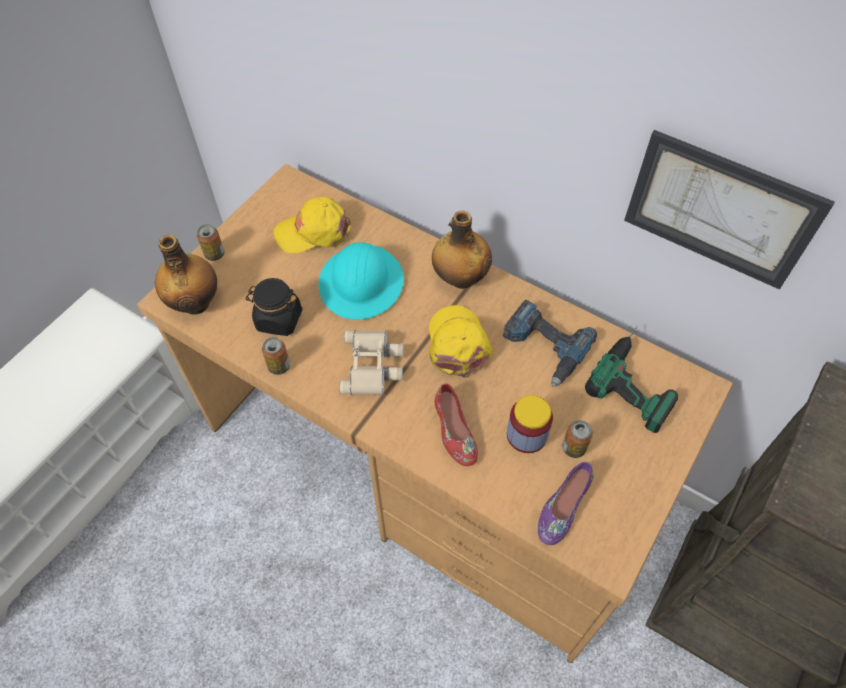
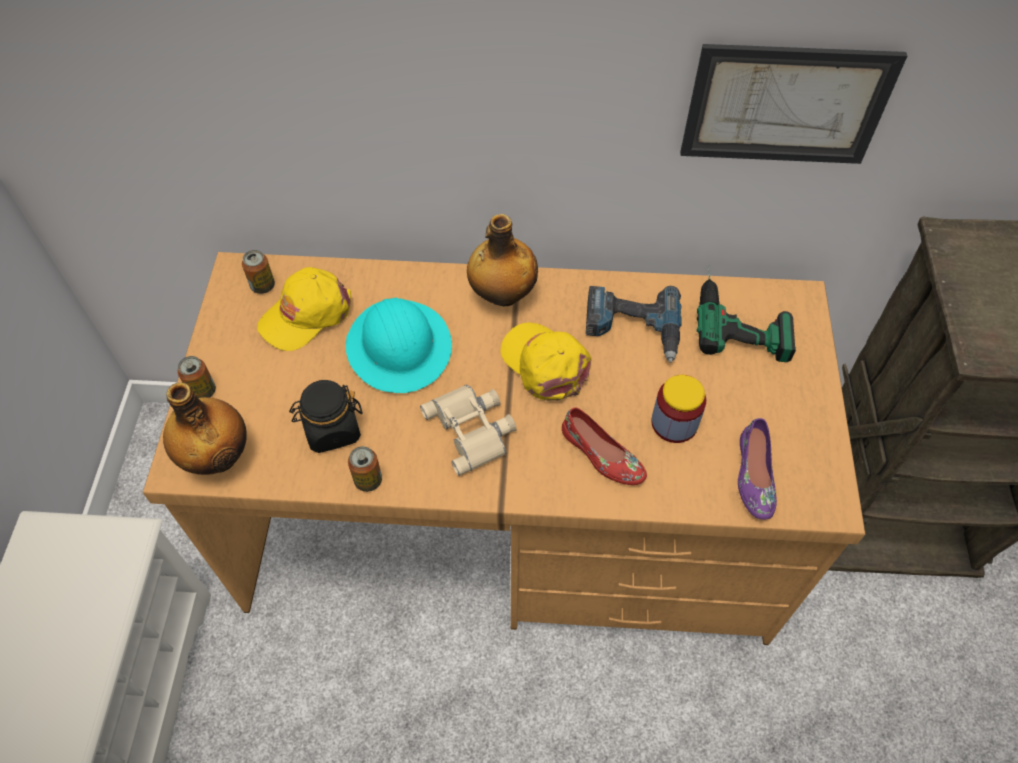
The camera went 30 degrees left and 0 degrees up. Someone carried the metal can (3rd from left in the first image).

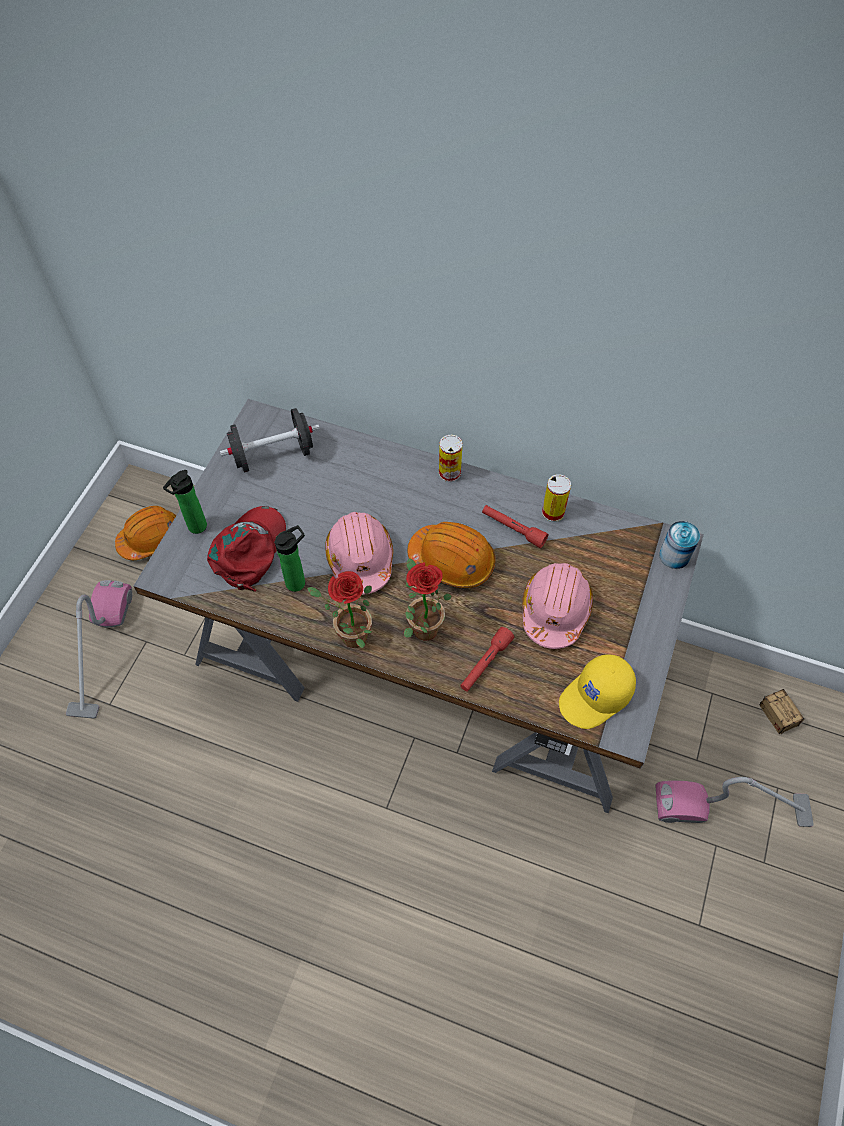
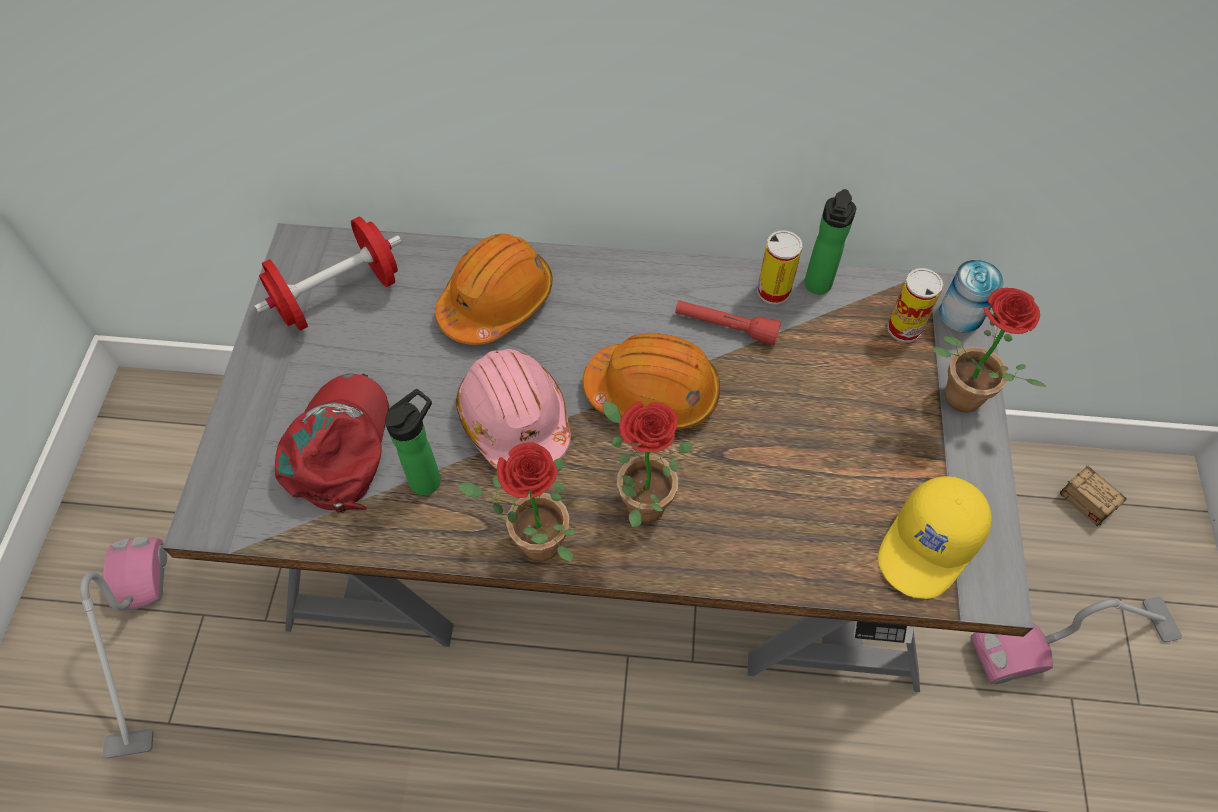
The camera went 15 degrees left and 0 degrees up. Someone repainted the black hand weight, which became the reddish hand weight. Someone carried the orangey hard hat (1st from left). Someone carried the bottle (1st from left in the first image). Someone carried the metal can (1st from left in the first image). Someone put down the potted plant (3rd from left). Someone took away the reddish flashlight (1st from left). Someone took away the pinkish hard hat (2nd from left).

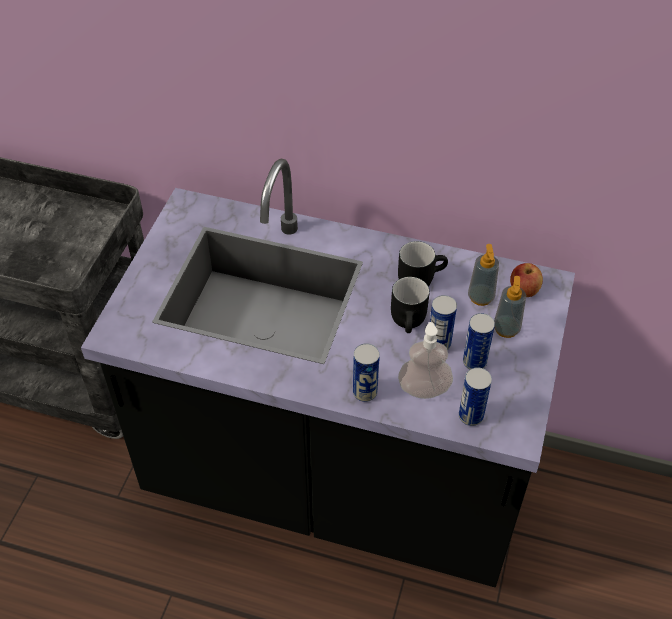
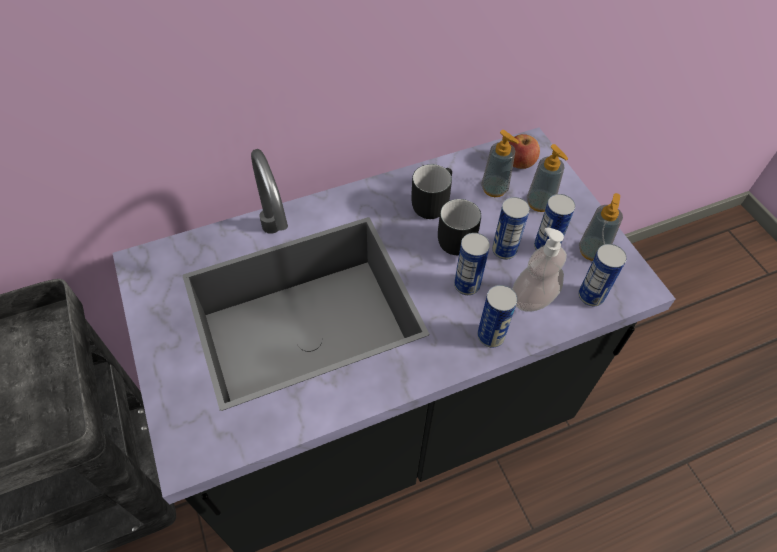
The camera went 40 degrees left and 5 degrees up. Someone put down the metal can (1st from left). Someone put down the soap bottle (4th from left).

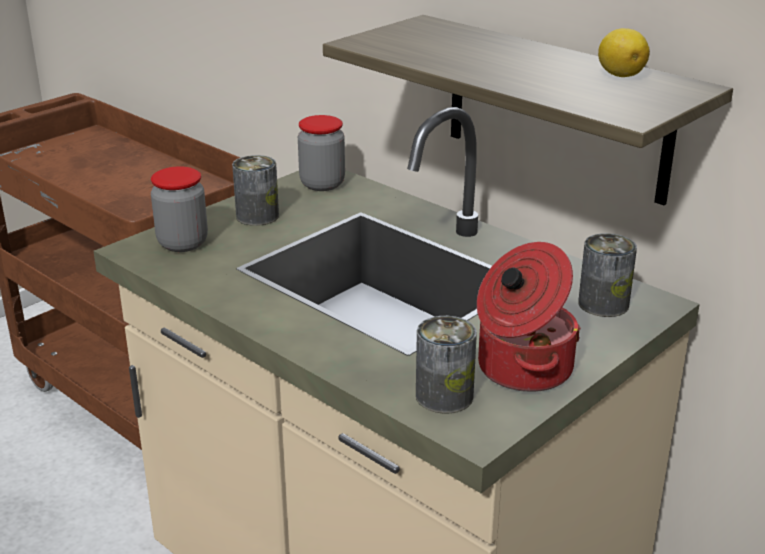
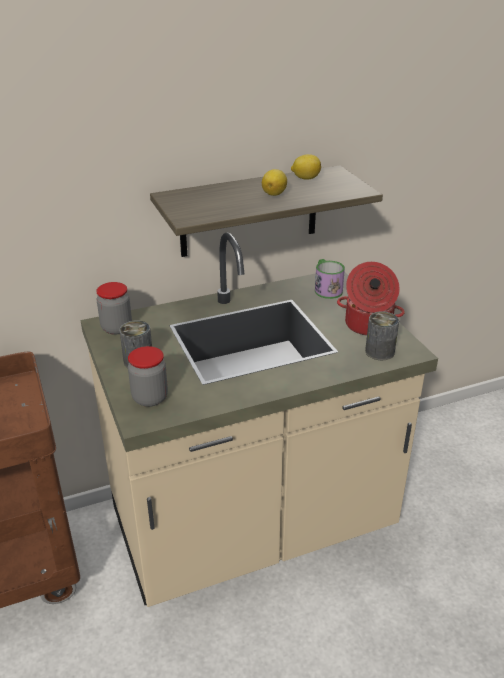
The camera went 65 degrees left and 5 degrees up. Someone put down the whole lemon (1st from left). Someone swapped the metal can (3rd from left) for the coffee mug.

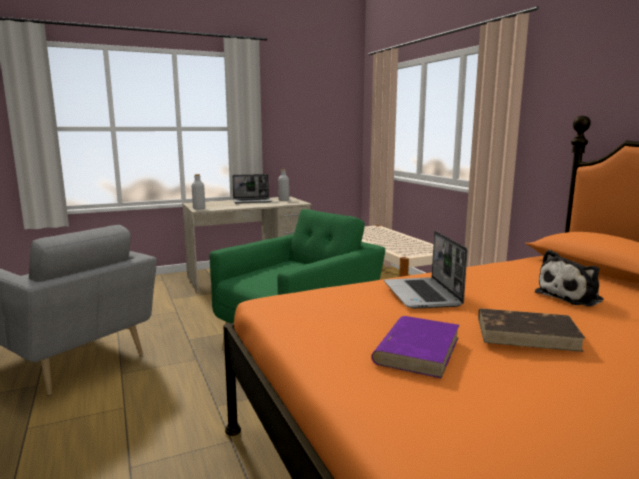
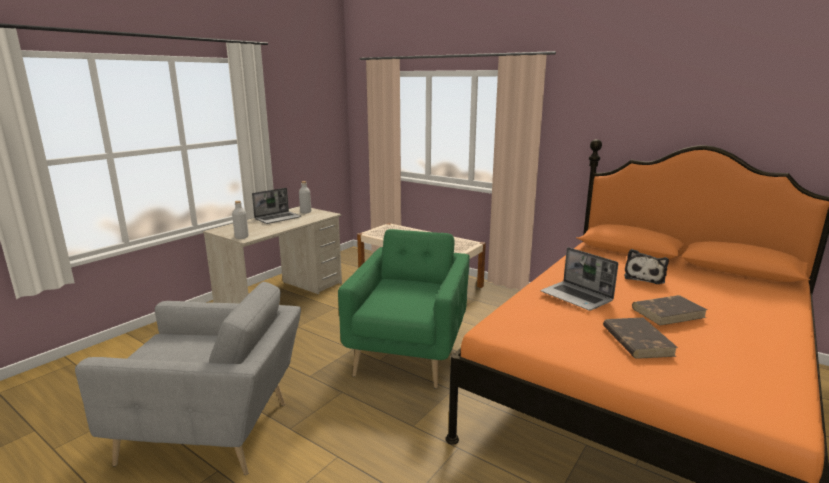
The camera went 30 degrees left and 5 degrees up. Someone repainted the purplish bound book, which became the brownish bound book (1st from left).

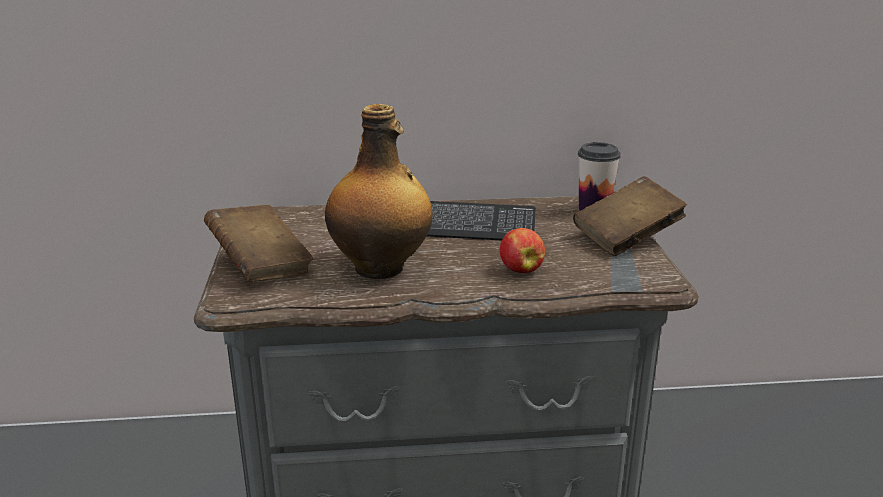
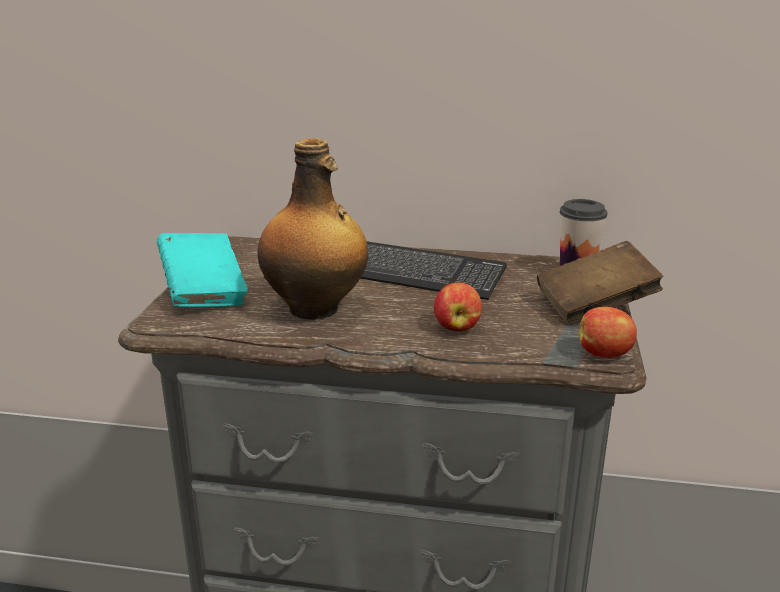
The camera went 15 degrees right and 0 degrees up. Someone repainted the brownish bound book (1st from left), which became the turquoise-coloured bound book. Someone put down the apple fruit (2nd from left).

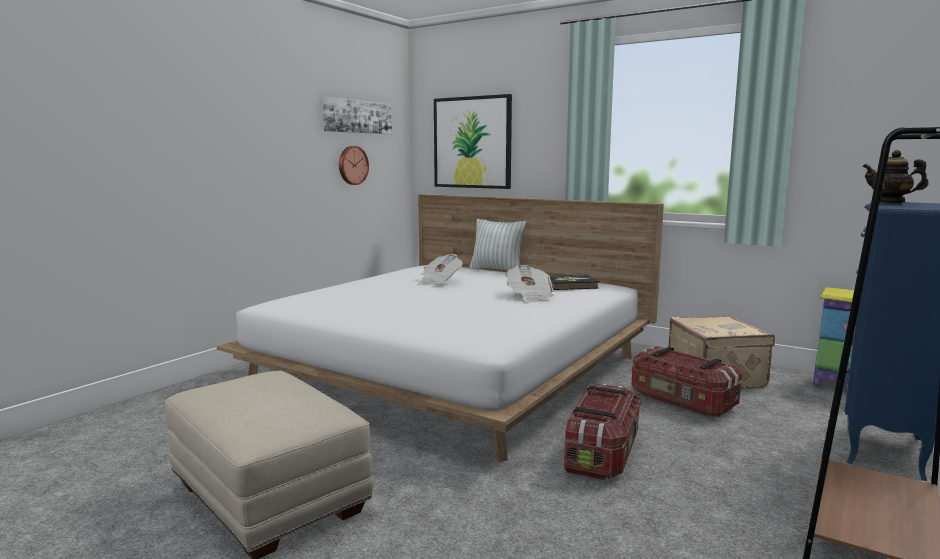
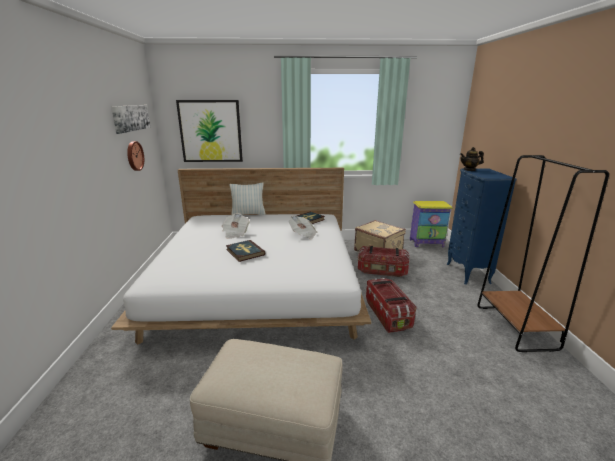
The camera went 35 degrees left and 10 degrees up. Someone put down the bound book (1st from left).

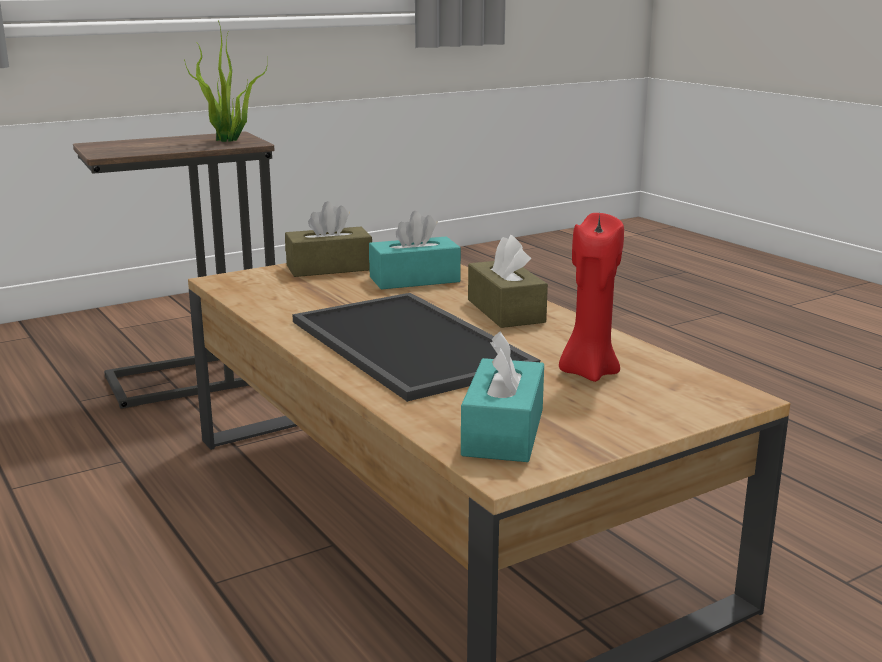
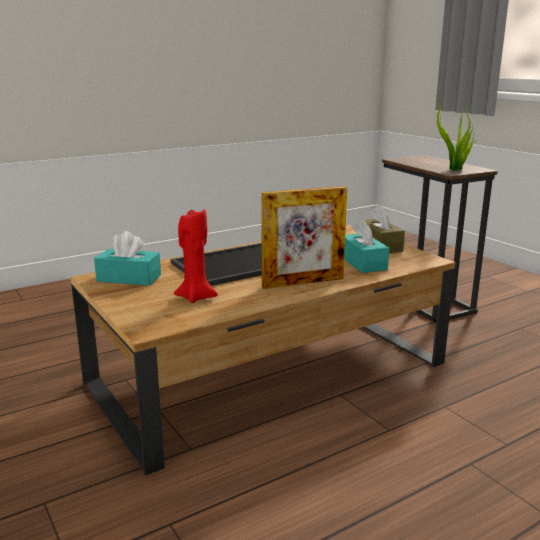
The camera went 90 degrees right and 0 degrees up. Someone swapped the brownish tissue box (2nd from left) for the photo frame.

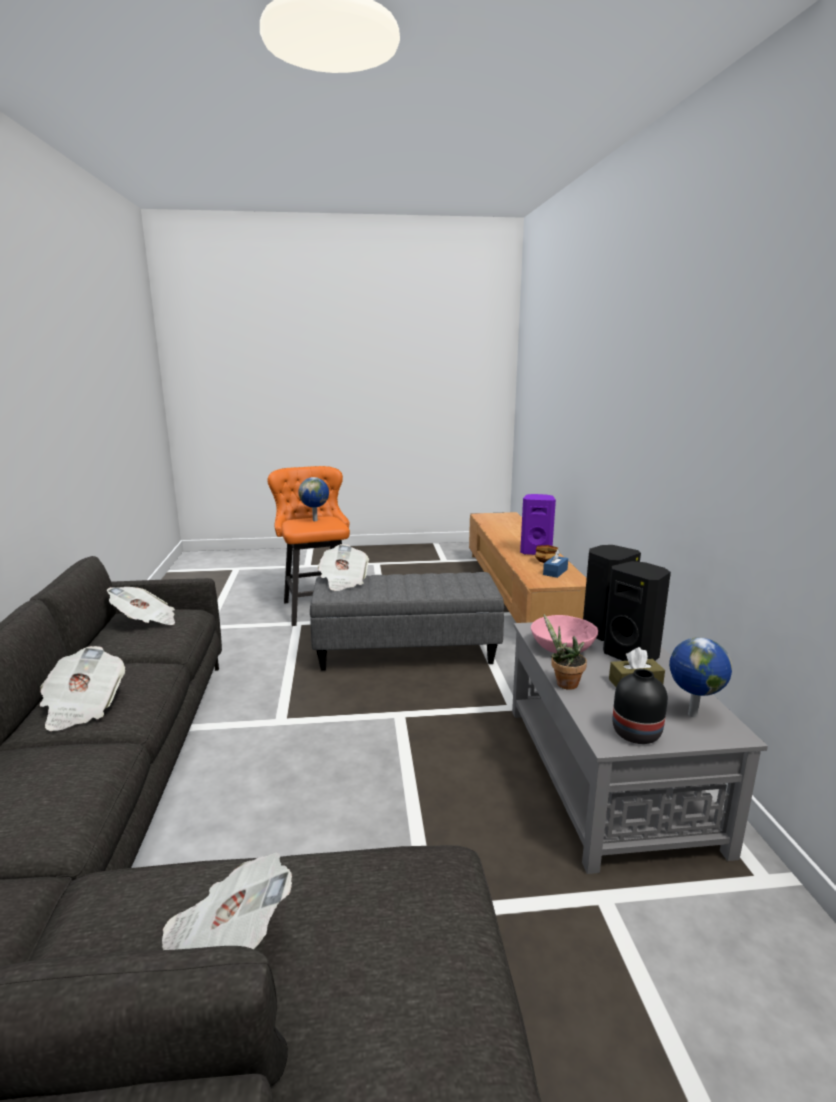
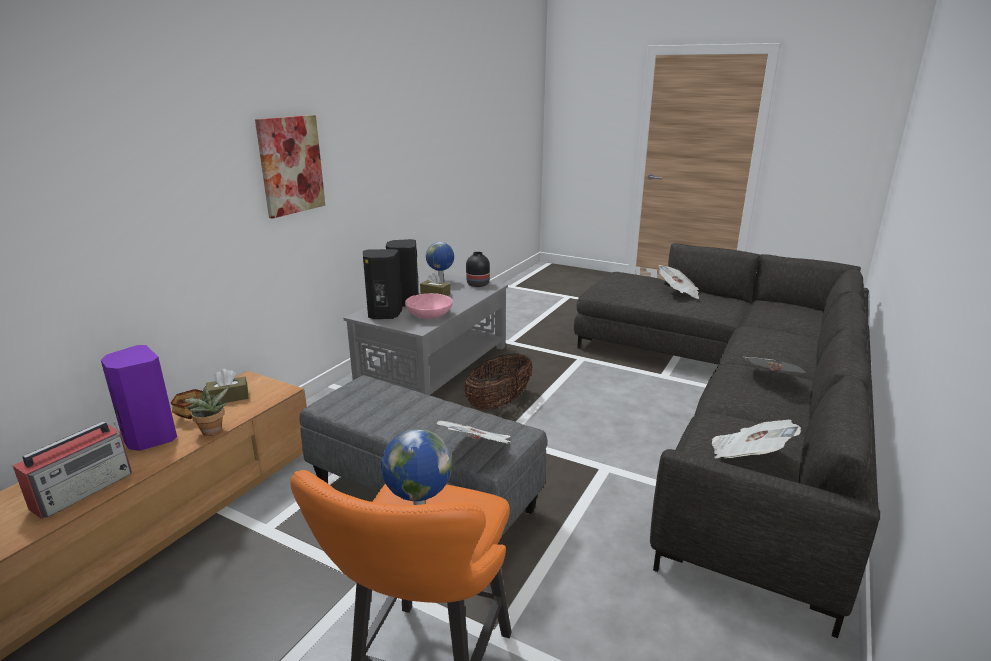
The camera went 145 degrees left and 5 degrees up. Someone put down the radio. Someone carried the potted plant. Someone repainted the blue tissue box, which became the brownish tissue box (1st from left). Someone put up the wall picture. Someone put down the household basket.

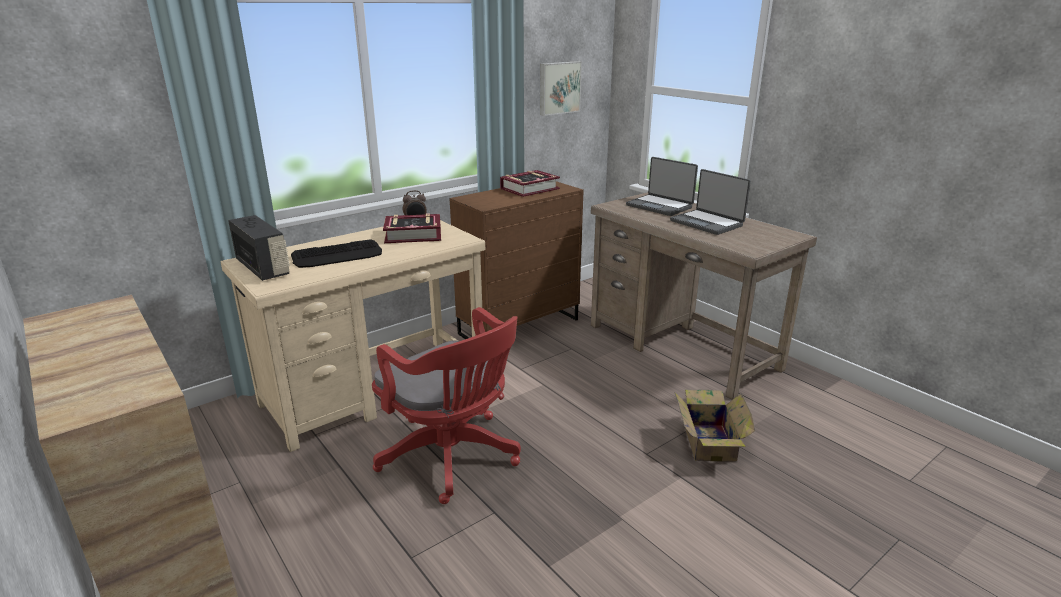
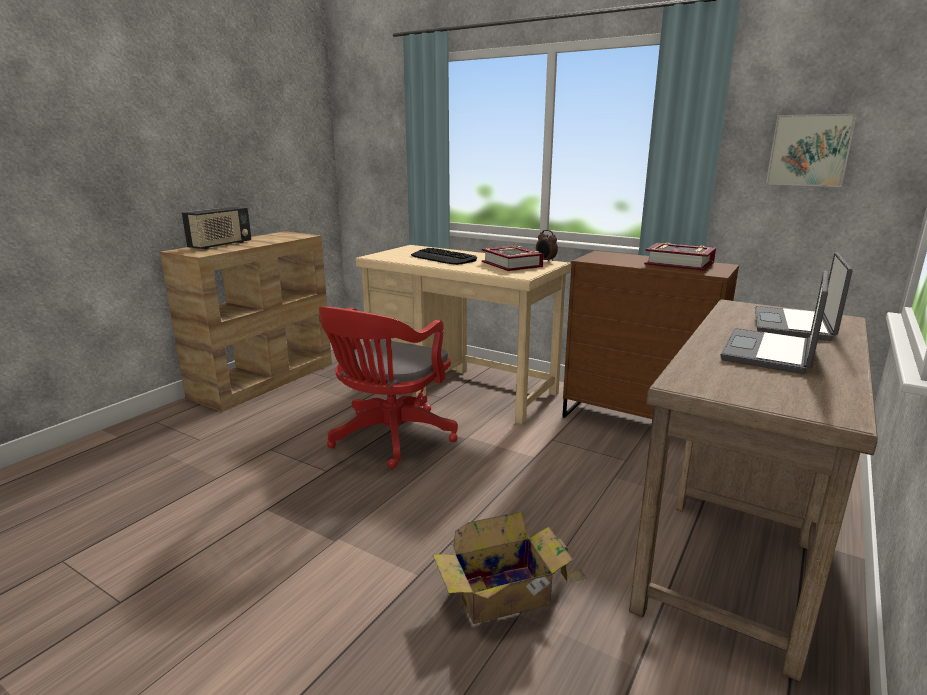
The camera went 70 degrees right and 5 degrees down. Someone carried the radio.

